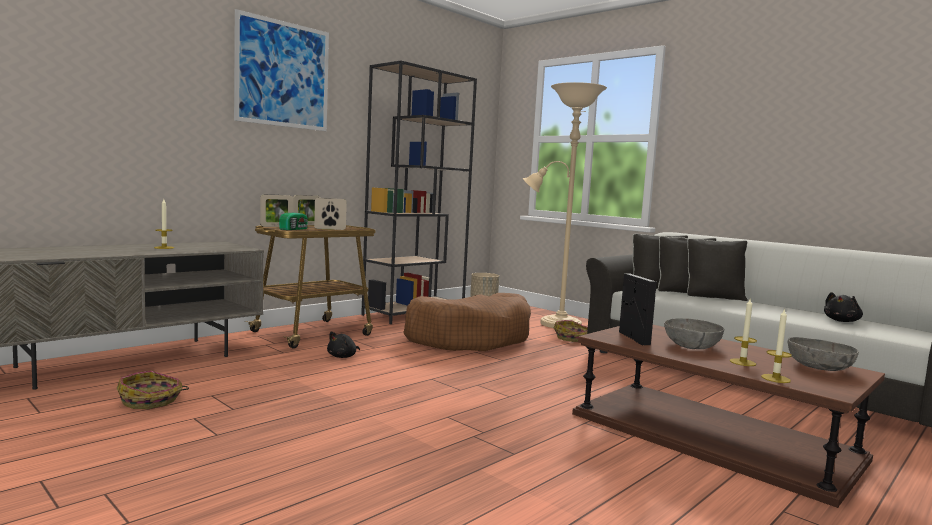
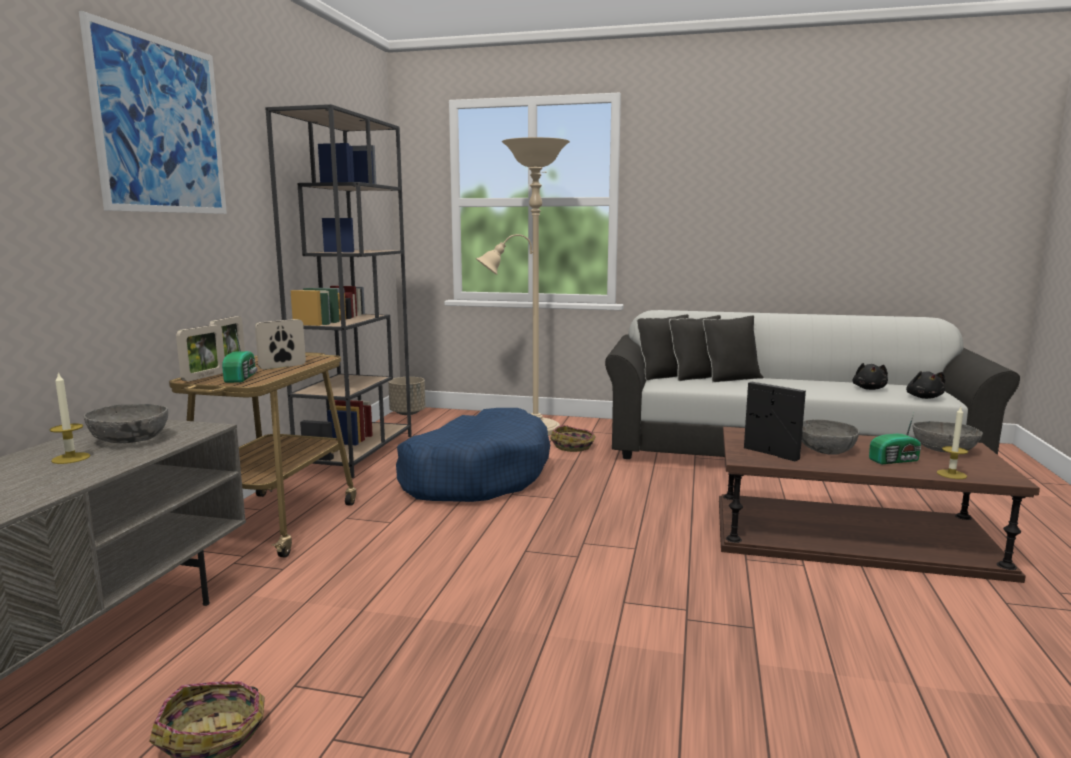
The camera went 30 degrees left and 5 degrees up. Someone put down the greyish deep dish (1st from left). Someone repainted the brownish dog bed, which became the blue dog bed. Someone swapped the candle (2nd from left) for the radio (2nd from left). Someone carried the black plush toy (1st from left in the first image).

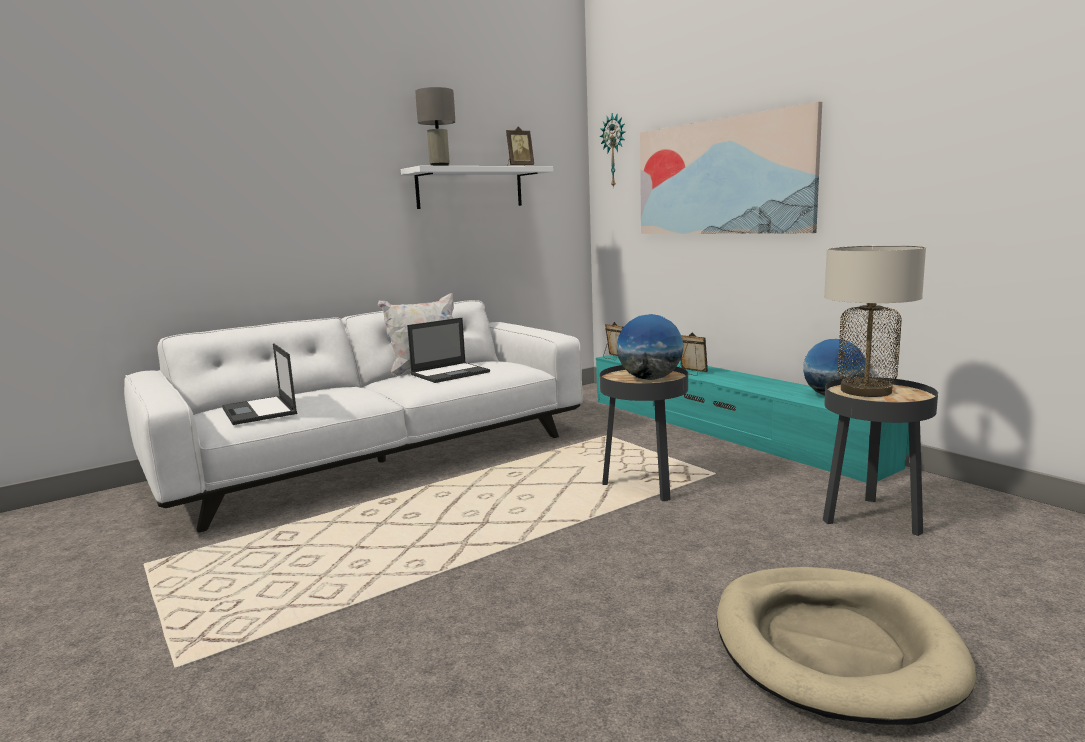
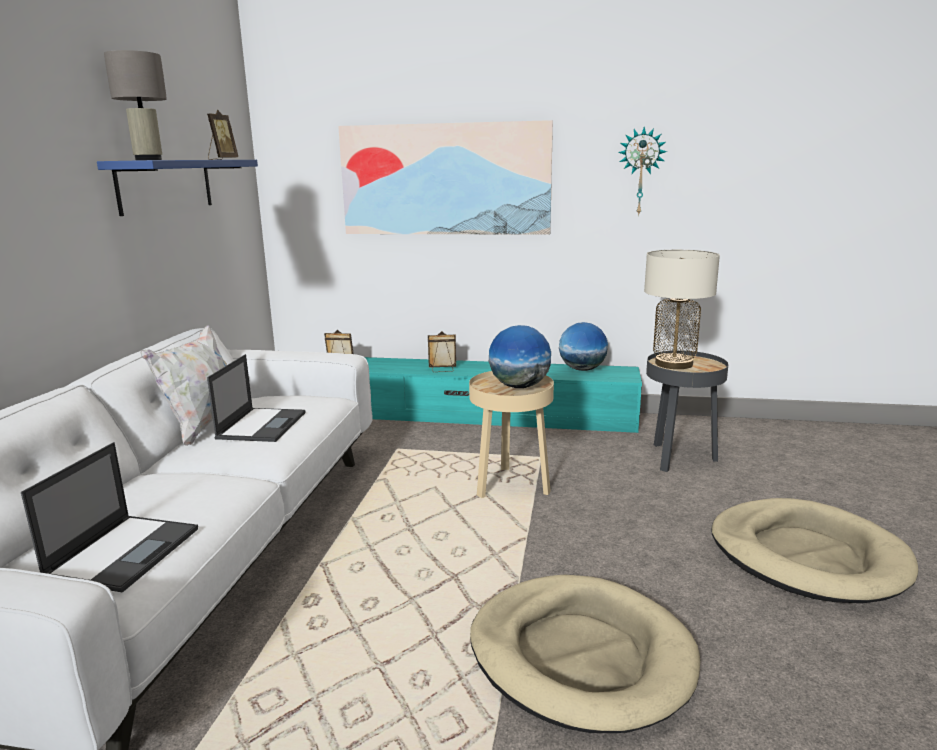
The camera went 45 degrees left and 5 degrees up. Someone rotated the portable computer (1st from left) by 90 degrees counterclockwise. Someone repainted the white-coloured bracket shelf, which became the blue bracket shelf. Someone repainted the black accent table (1st from left), which became the beige-coloured accent table. Someone put down the beige-coloured dog bed (1st from left). Someone carried the hanging clock.

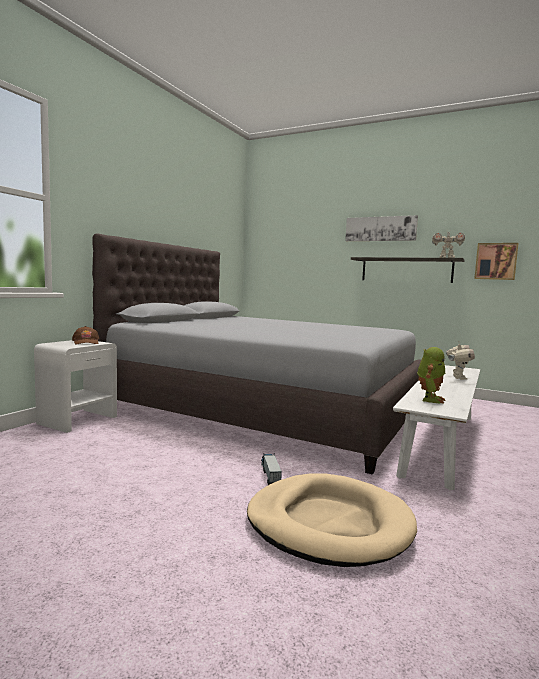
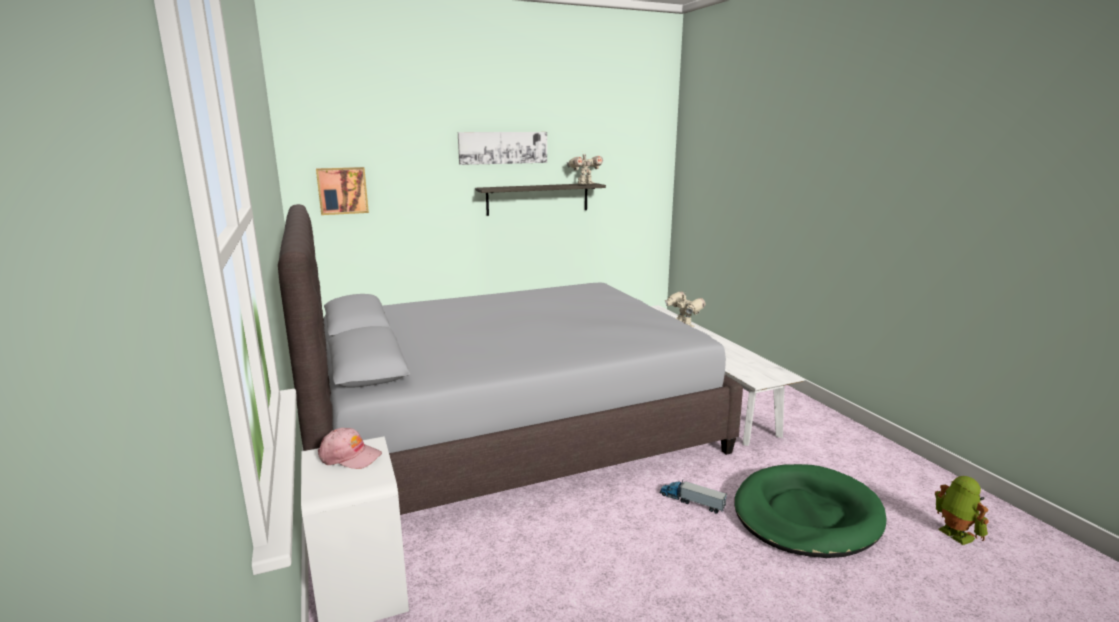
The camera went 50 degrees left and 10 degrees up. Someone carried the wall picture (2nd from left in the first image). Someone repainted the brownish baseball cap, which became the pinkish baseball cap. Someone repainted the beige-coloured dog bed, which became the greenish dog bed. Someone carried the model robot (1st from left in the first image).

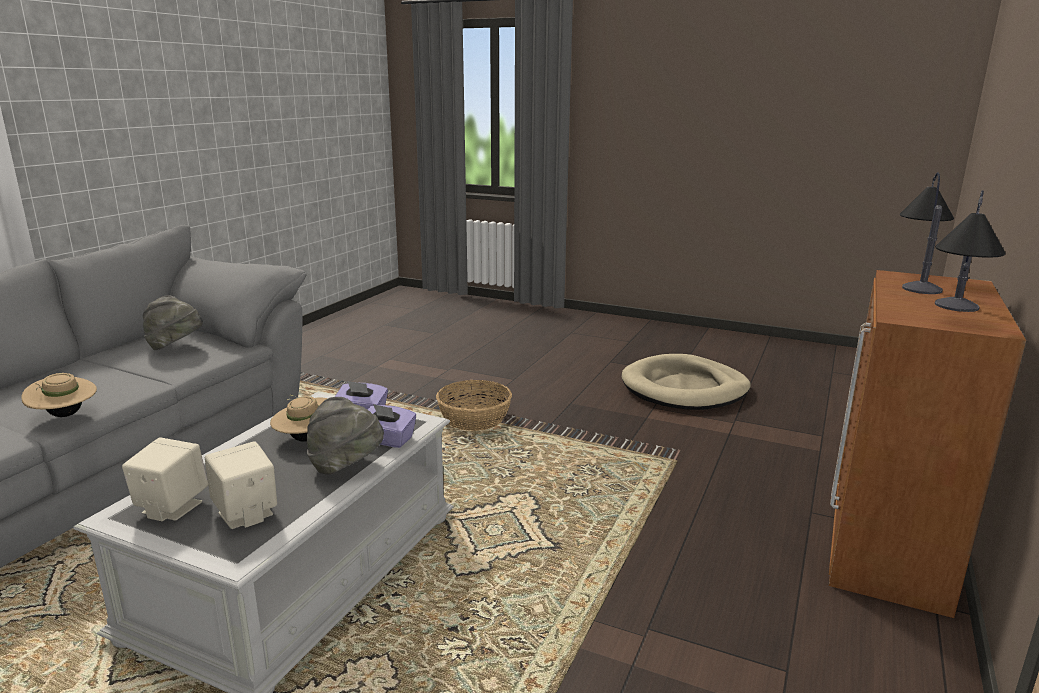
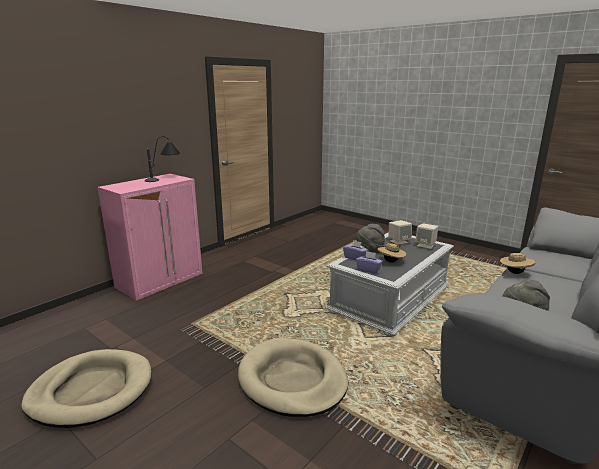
The camera went 165 degrees left and 0 degrees up. Someone repainted the brownish cupboard, which became the pinkish cupboard. Someone swapped the household basket for the beige-coloured dog bed (2nd from left). Someone took away the table lamp (1st from left).

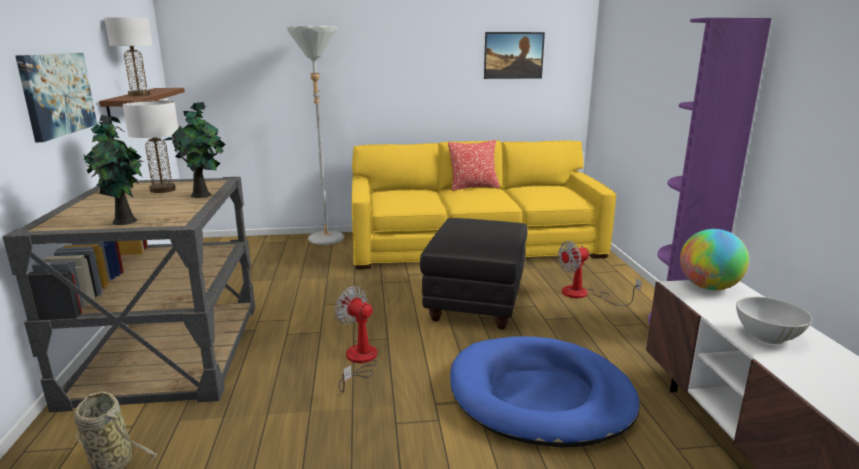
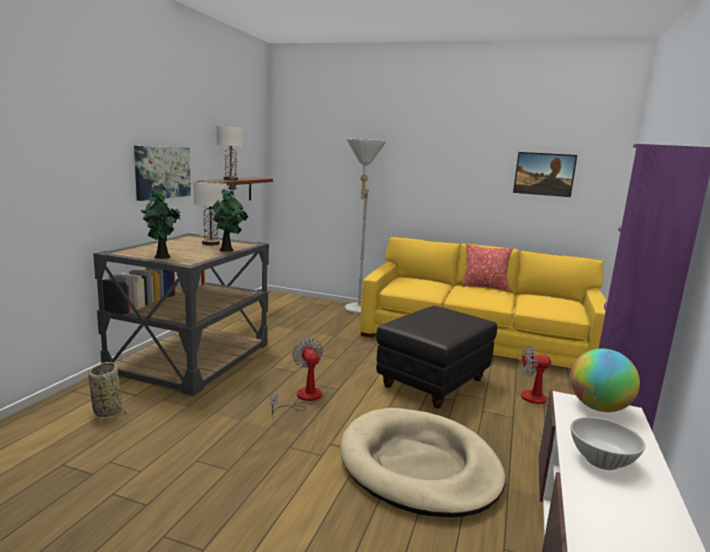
The camera went 25 degrees right and 5 degrees down. Someone repainted the blue dog bed, which became the beige-coloured dog bed.

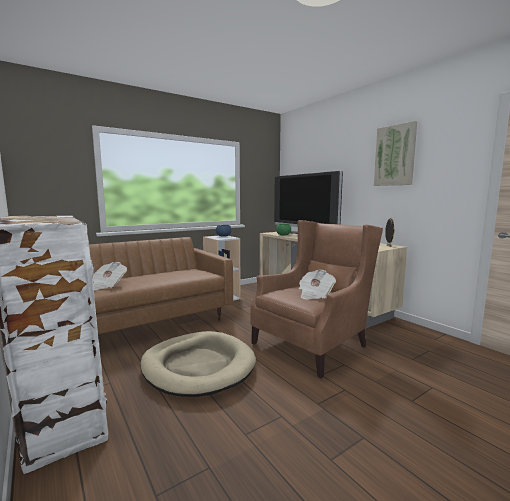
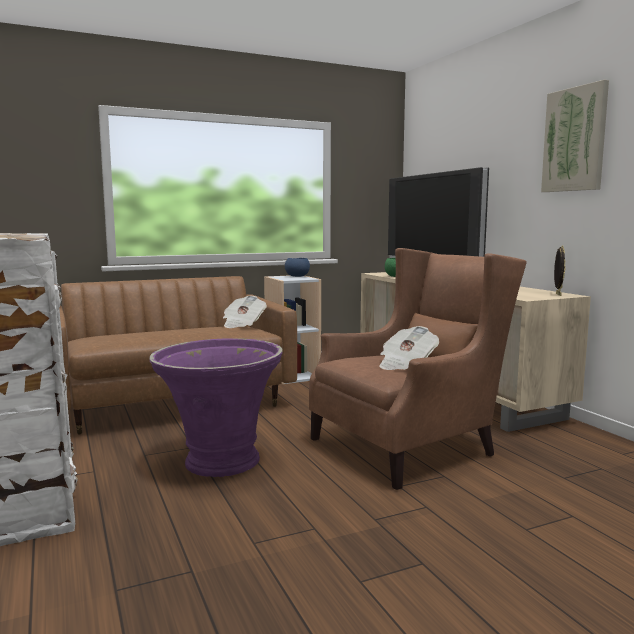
The camera went 10 degrees right and 0 degrees up. Someone swapped the beige-coloured dog bed for the purplish flower pot. Someone carried the newspaper (1st from left).

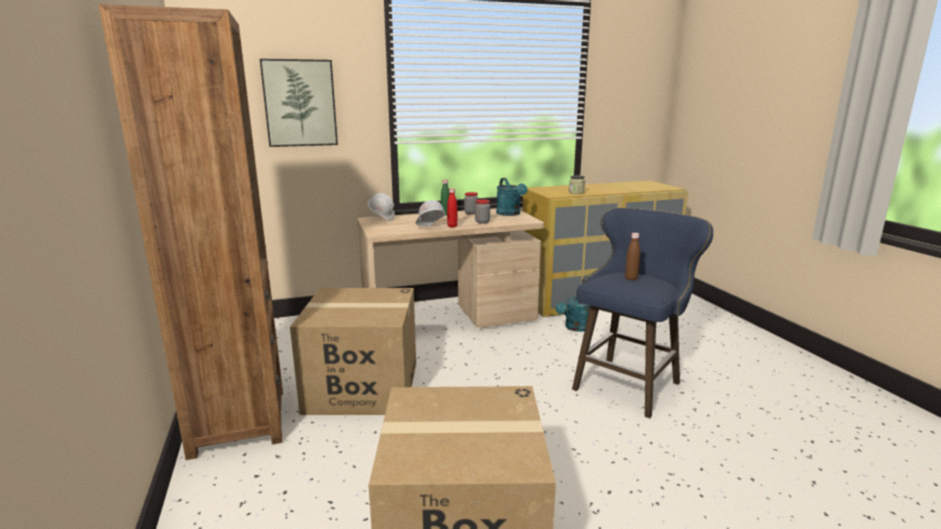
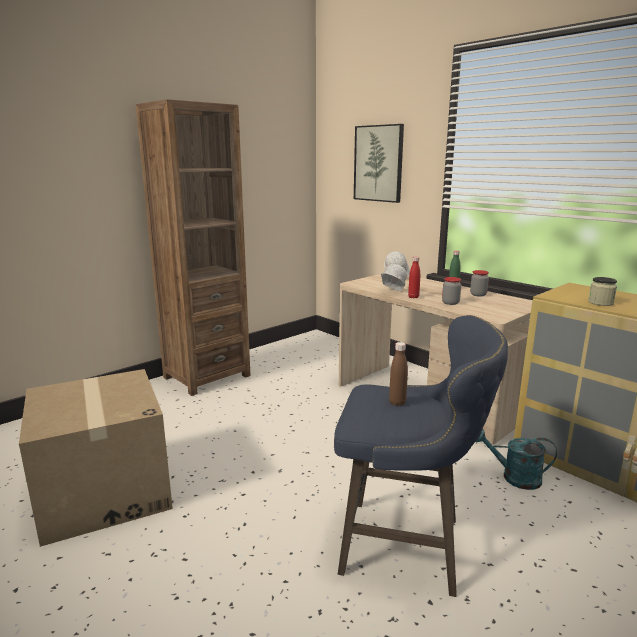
The camera went 65 degrees right and 0 degrees up. Someone took away the packing box (1st from left). Someone took away the turquoise-coloured sprinkling can (1st from left).

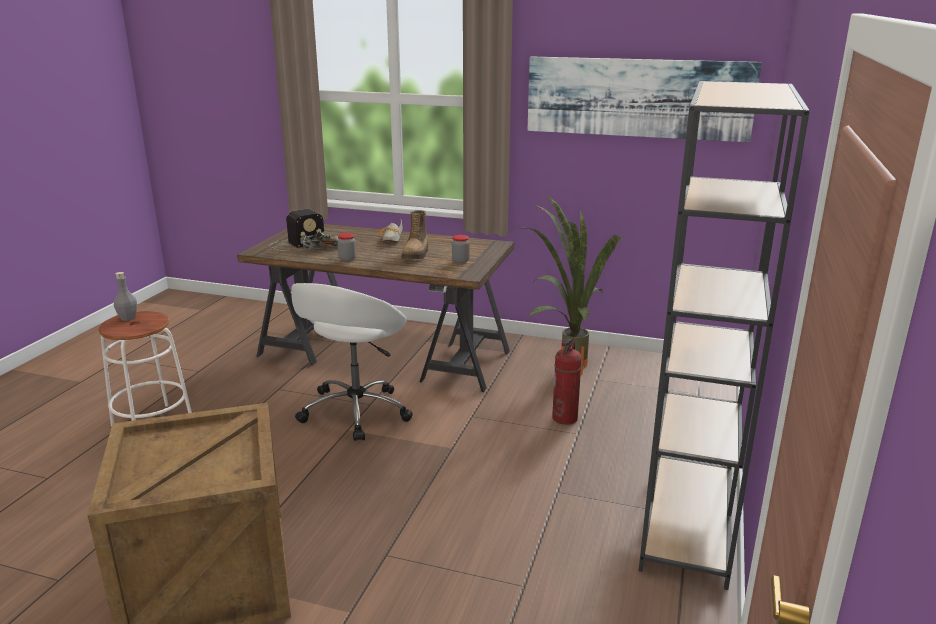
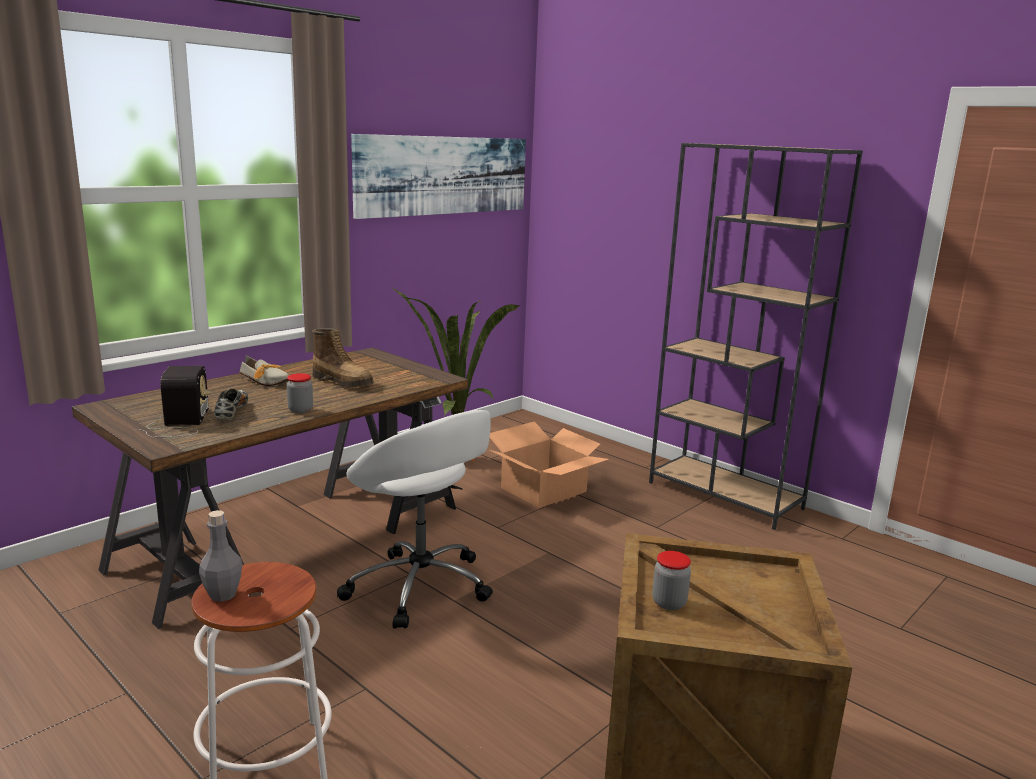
The camera went 65 degrees left and 5 degrees down. Someone swapped the extinguisher for the packing box. Someone carried the preserve jar (2nd from left).

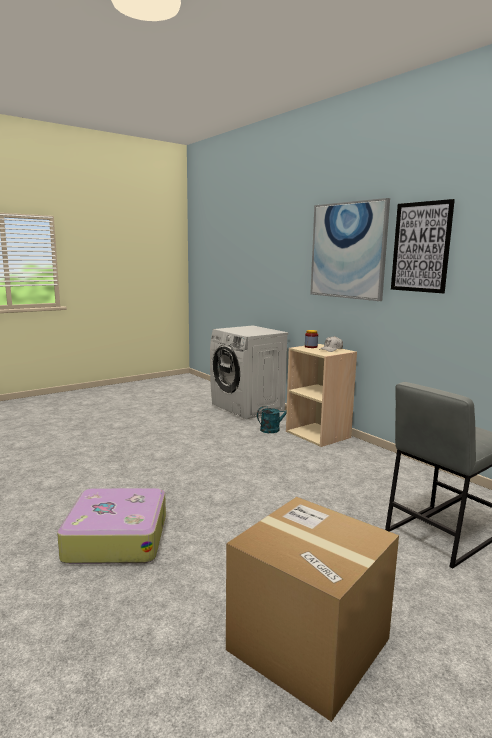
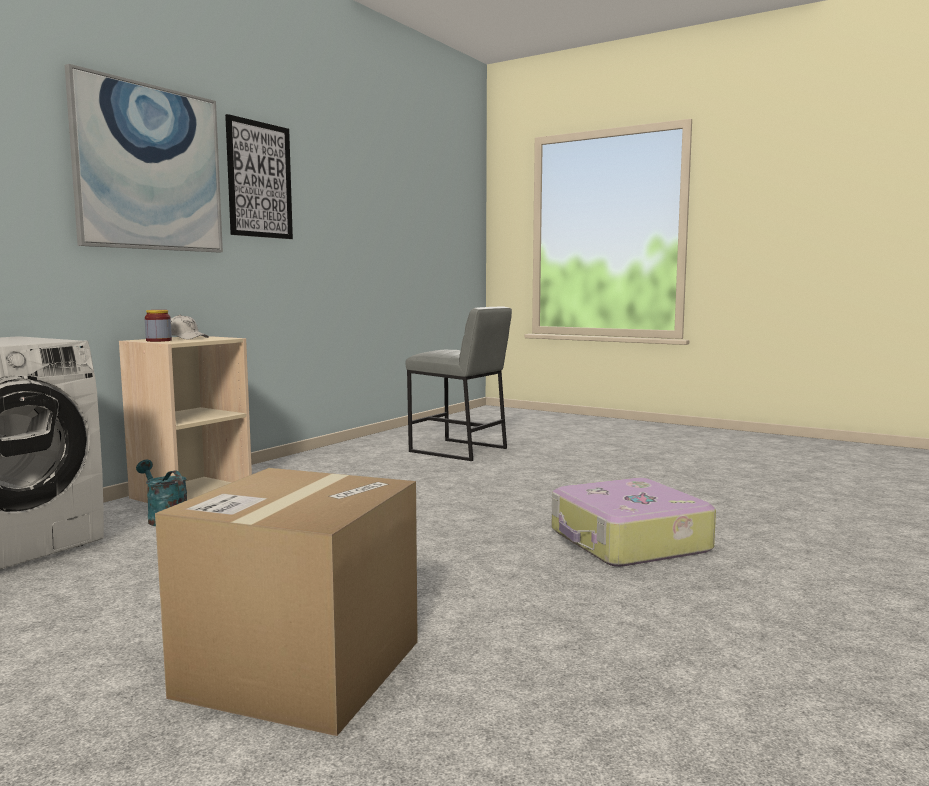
The camera went 110 degrees left and 5 degrees down. Someone carried the packing box.

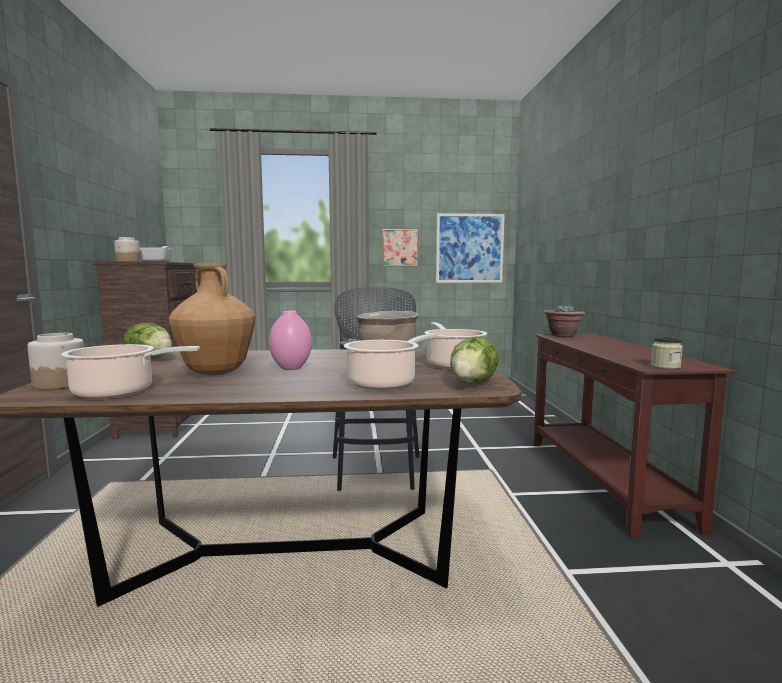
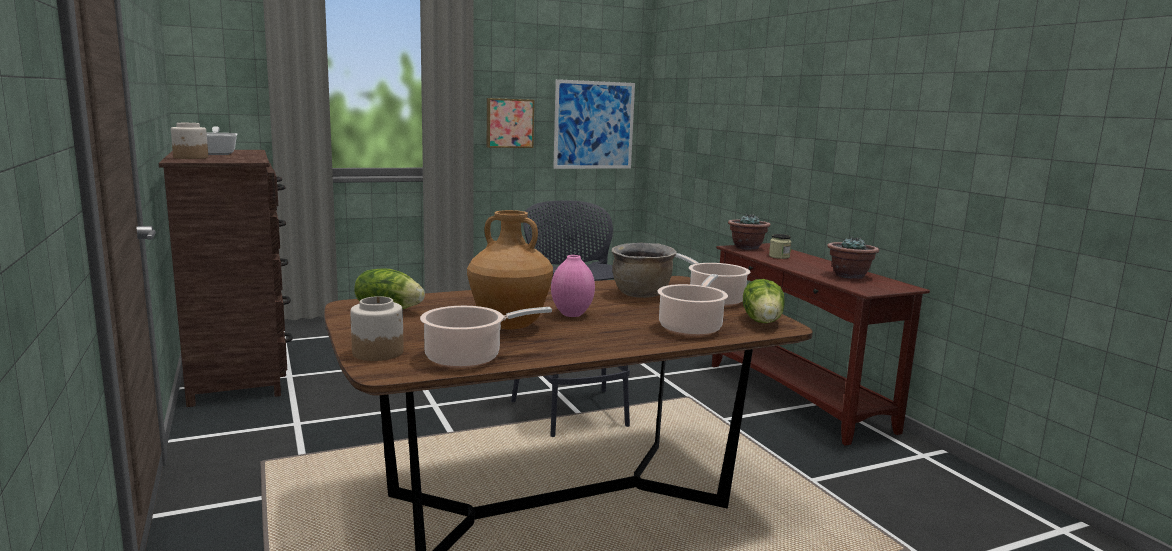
The camera went 20 degrees left and 5 degrees up. Someone carried the preserve jar (3rd from left). Someone put down the potted plant (2nd from left).

